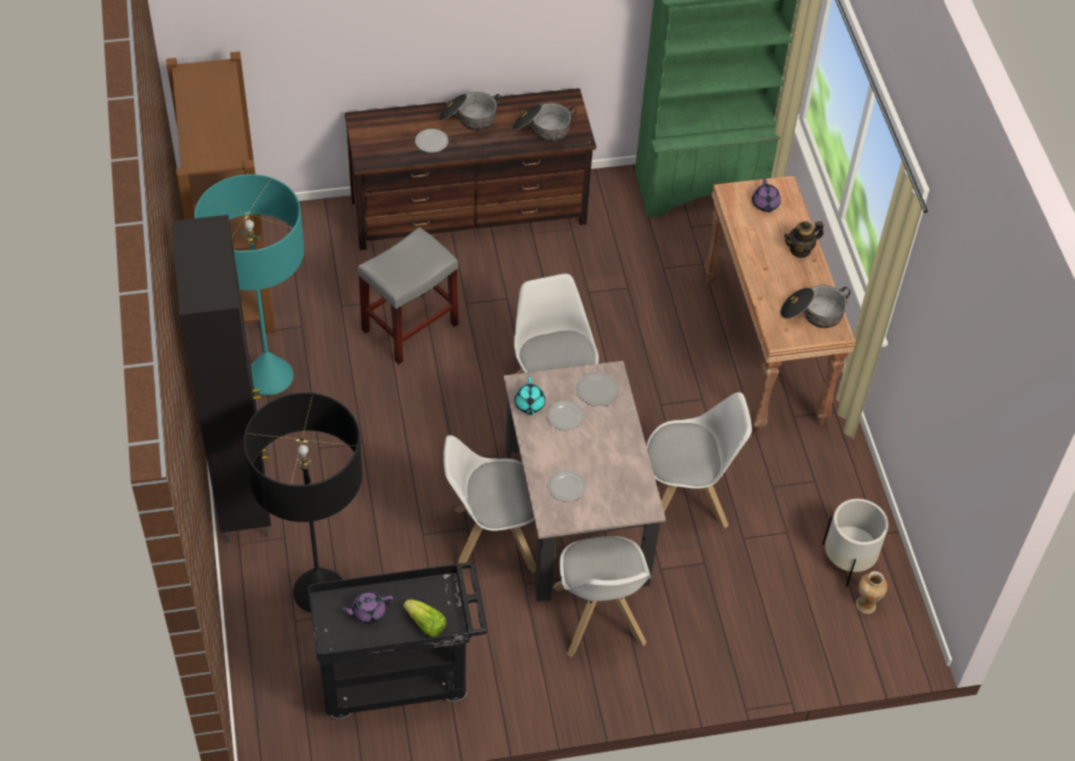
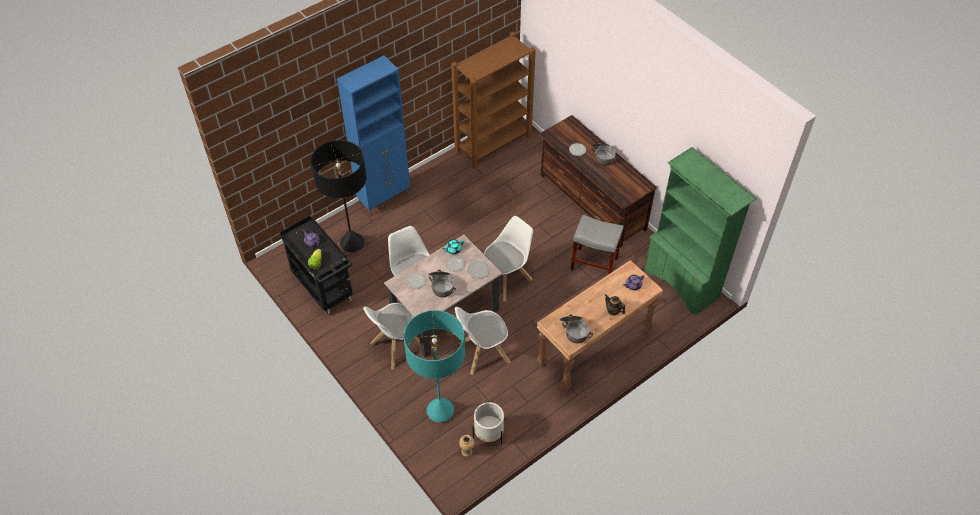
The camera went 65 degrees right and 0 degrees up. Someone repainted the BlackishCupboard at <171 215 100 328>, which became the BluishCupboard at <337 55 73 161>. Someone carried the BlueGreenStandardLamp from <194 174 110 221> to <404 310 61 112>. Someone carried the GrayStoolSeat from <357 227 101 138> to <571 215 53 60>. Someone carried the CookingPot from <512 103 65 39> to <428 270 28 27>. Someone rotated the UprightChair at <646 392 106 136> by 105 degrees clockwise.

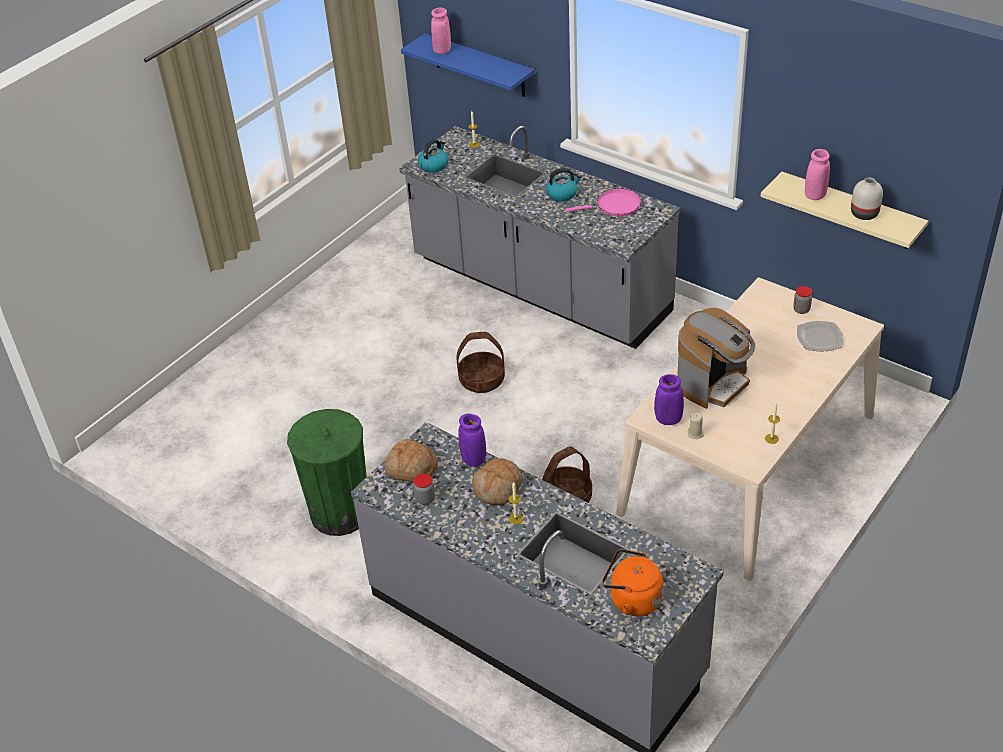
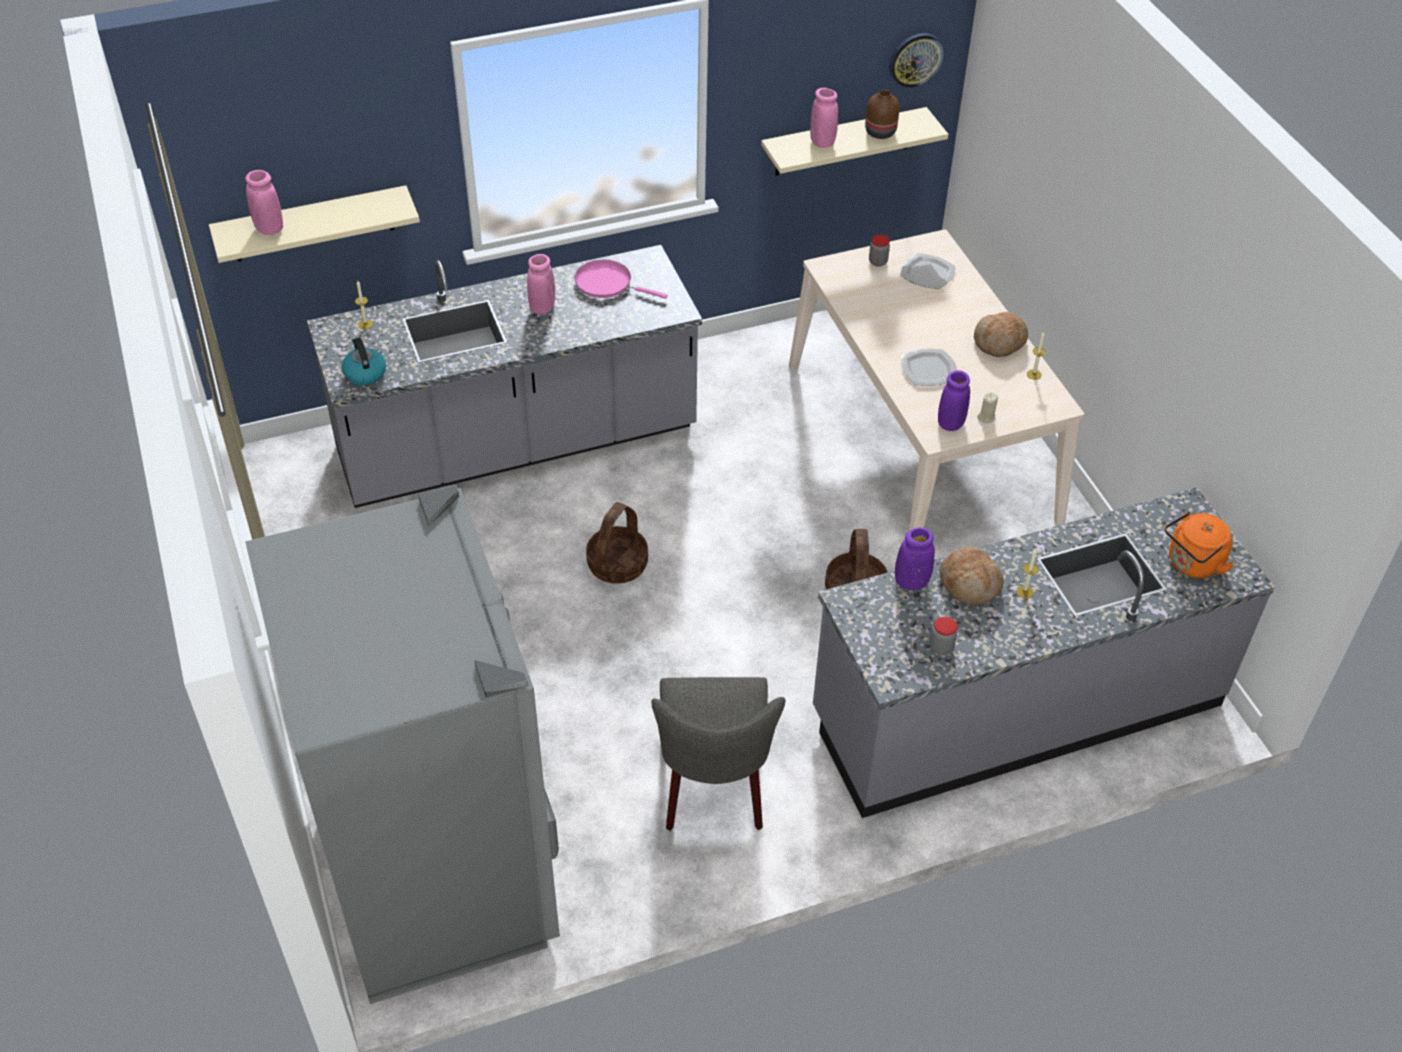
The camera went 60 degrees left and 5 degrees up. Someone swapped the GreenColouredRubbishBin at <287 409 80 127> for the GrayUprightChair at <652 677 133 154>. Someone carried the Bread from <384 439 54 43> to <974 312 54 45>. Someone repainted the BluishWallShelf at <401 33 134 64>, which became the SandColouredWallShelf at <209 185 211 78>. Someone swapped the Kettle at <546 168 36 34> for the PinkFlowerVase at <527 254 28 60>. Someone rotated the PinkFryingPan at <565 189 76 27> by 90 degrees counterclockwise. Someone swapped the CoffeeMachine at <677 308 78 101> for the DinnerPlate at <901 349 56 37>. Someone repainted the WhitishFlowerVase at <851 177 32 43>, which became the BrownishFlowerVase at <865 90 35 49>. Someone put down the GrayRefrigerator at <245 485 315 519>. Someone put up the WallClock at <889 33 55 55>.

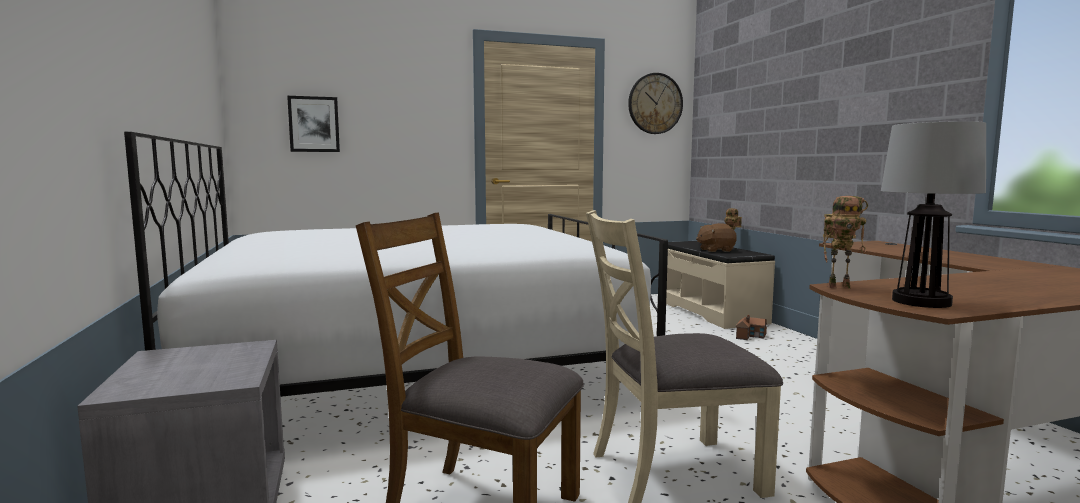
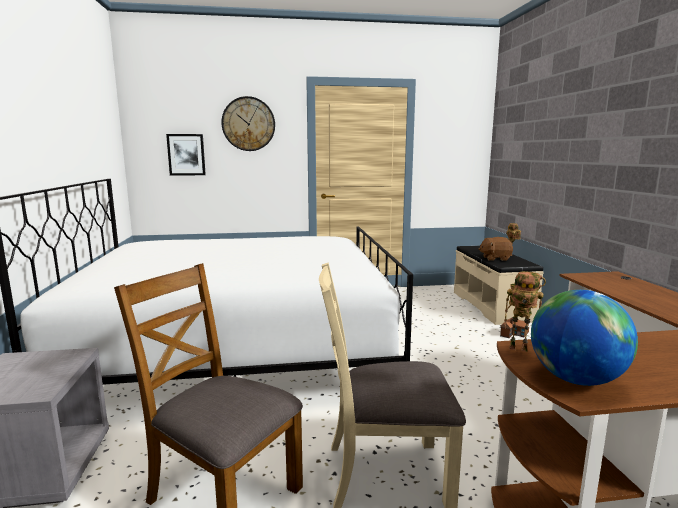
The camera went 10 degrees right and 5 degrees up. Someone carried the WallClock from <628 73 55 61> to <221 96 54 55>. Someone swapped the LampForATable at <881 121 105 187> for the DeskGlobe at <531 290 107 96>.

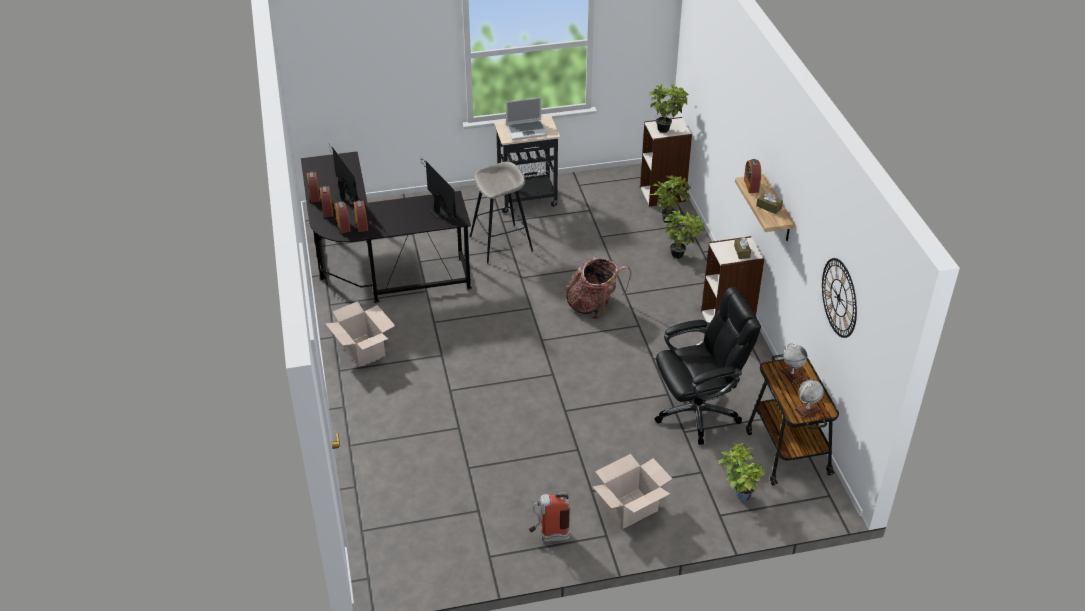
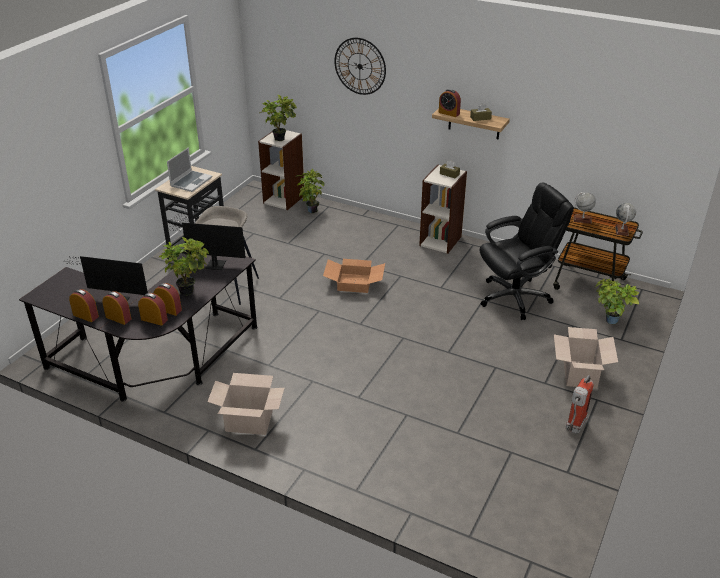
The camera went 50 degrees left and 5 degrees down. Someone swapped the Rucksack at <566 257 66 62> for the PackingBox at <323 259 62 34>. Someone rotated the BlackishDeskChair at <655 287 106 158> by 45 degrees clockwise. Someone carried the PottedPlant from <664 211 40 48> to <159 237 50 58>. Someone carried the WallClock from <822 258 35 80> to <334 38 52 57>.

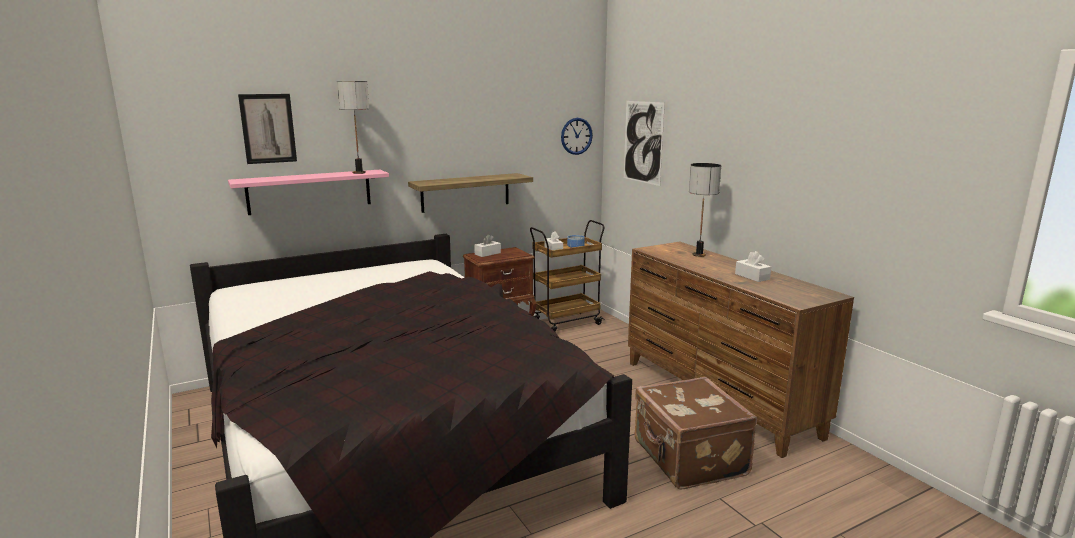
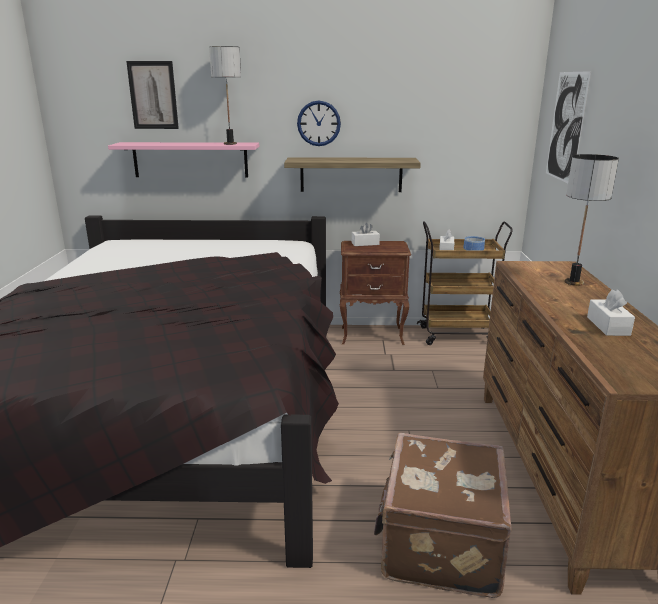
The camera went 30 degrees right and 5 degrees up. Someone carried the WallClock from <561 118 32 37> to <297 101 44 45>.

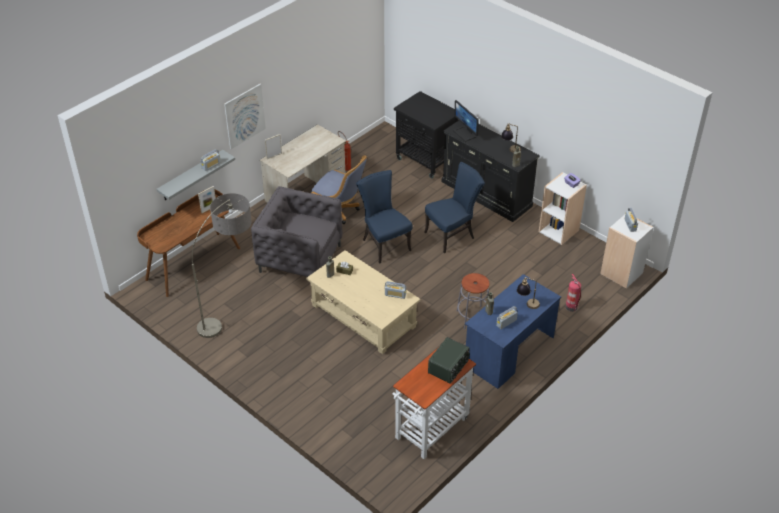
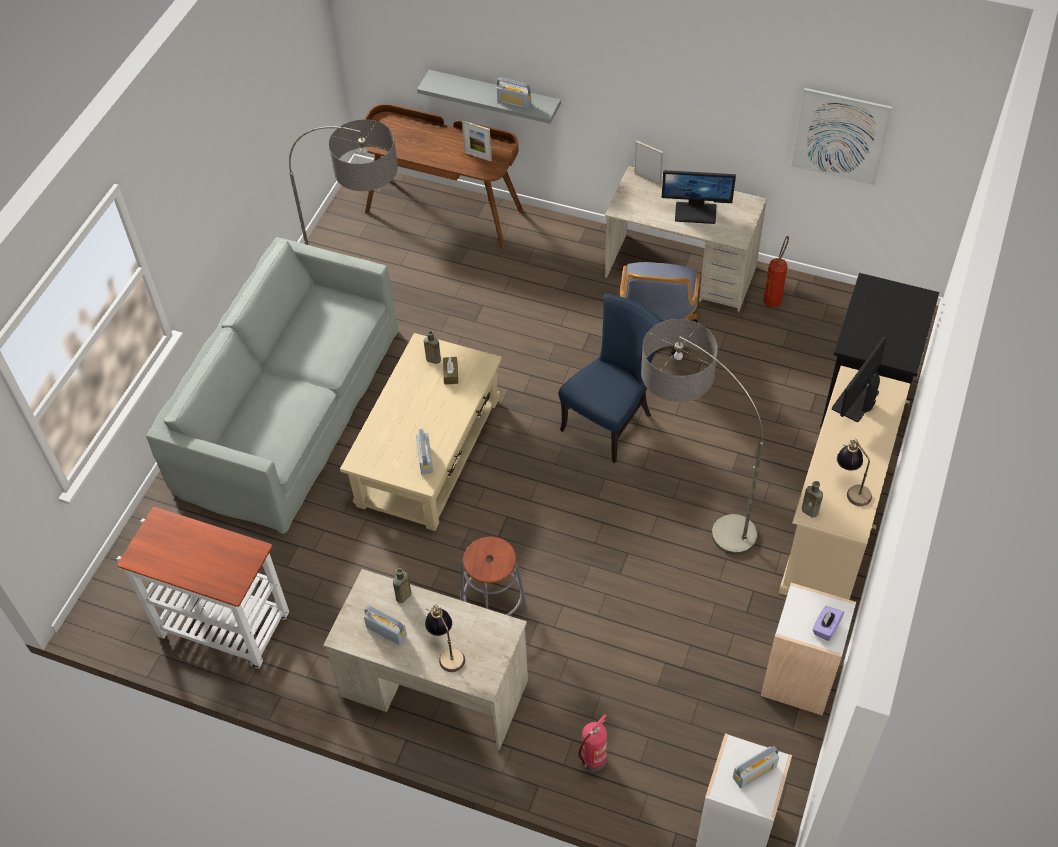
The camera went 70 degrees right and 10 degrees up. Someone carried the WallArt from <224 84 42 65> to <791 88 102 97>. Someone took away the GrayEasyChair at <251 186 91 91>. Someone swapped the BluishUprightChair at <424 162 61 91> for the StandardLamp at <641 319 122 236>. Someone took away the RadioReceiver at <428 337 42 47>. Someone repainted the BlackishCupboard at <442 120 98 102>, which became the SandColouredCupboard at <779 366 131 234>. Someone repainted the BluishDeskTable at <465 274 96 115>, which became the SandColouredDeskTable at <323 569 205 182>. Someone put down the GraySofa at <146 237 253 297>. Someone put down the ComputerScreen at <662 170 74 54>.

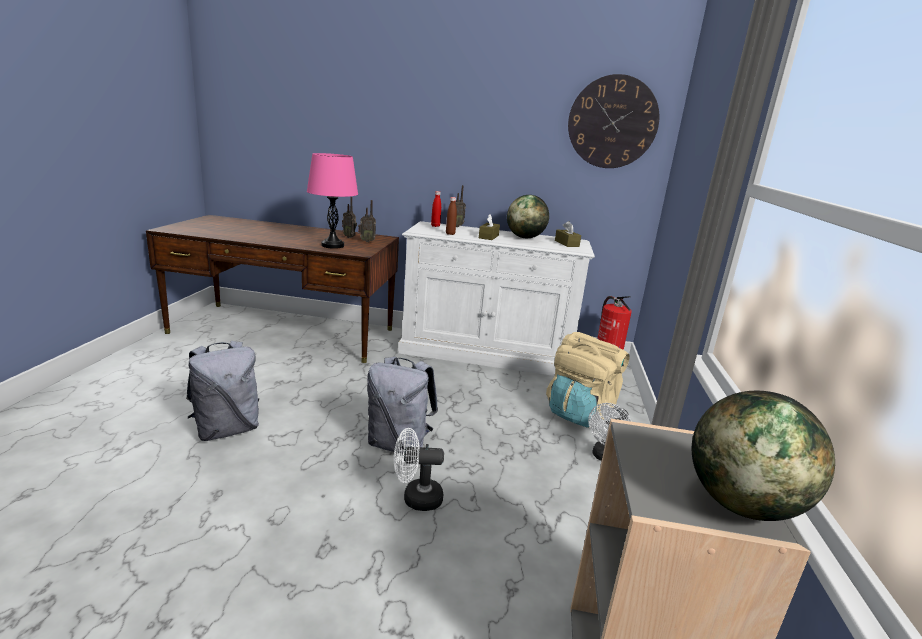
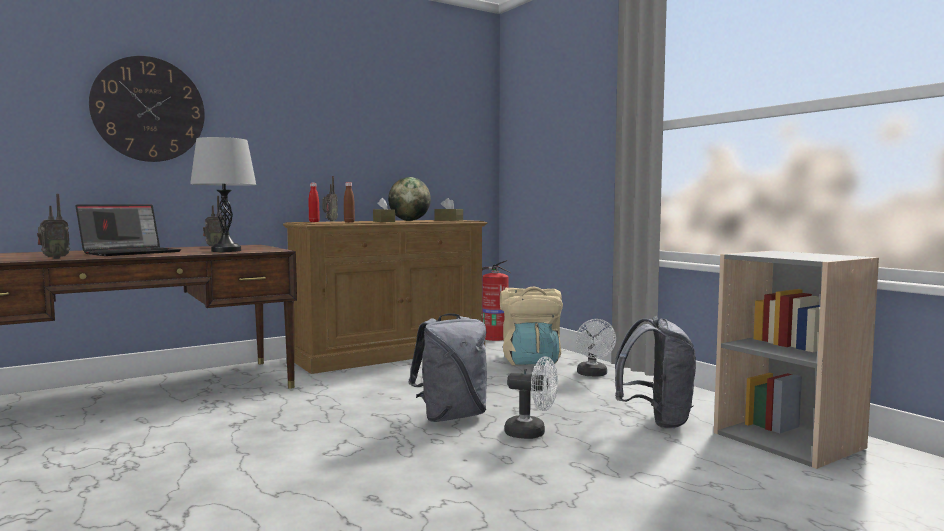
The camera went 40 degrees left and 15 degrees down. Someone carried the GrayRucksack from <186 341 73 100> to <615 316 81 113>. Someone repainted the PinkLampForATable at <307 153 51 96>, which became the GrayLampForATable at <190 137 66 115>. Someone carried the RadioReceiver from <358 200 18 42> to <37 194 33 65>. Someone rotated the WhitishElectricFan at <394 428 50 83> by 120 degrees counterclockwise. Someone repainted the WhitishCupboard at <398 221 197 155>, which became the BrownishCupboard at <283 220 204 154>. Someone carried the WallClock from <568 74 91 94> to <89 56 116 106>. Someone took away the DeskGlobe at <692 391 143 130>. Someone put down the Laptop at <75 205 106 51>.

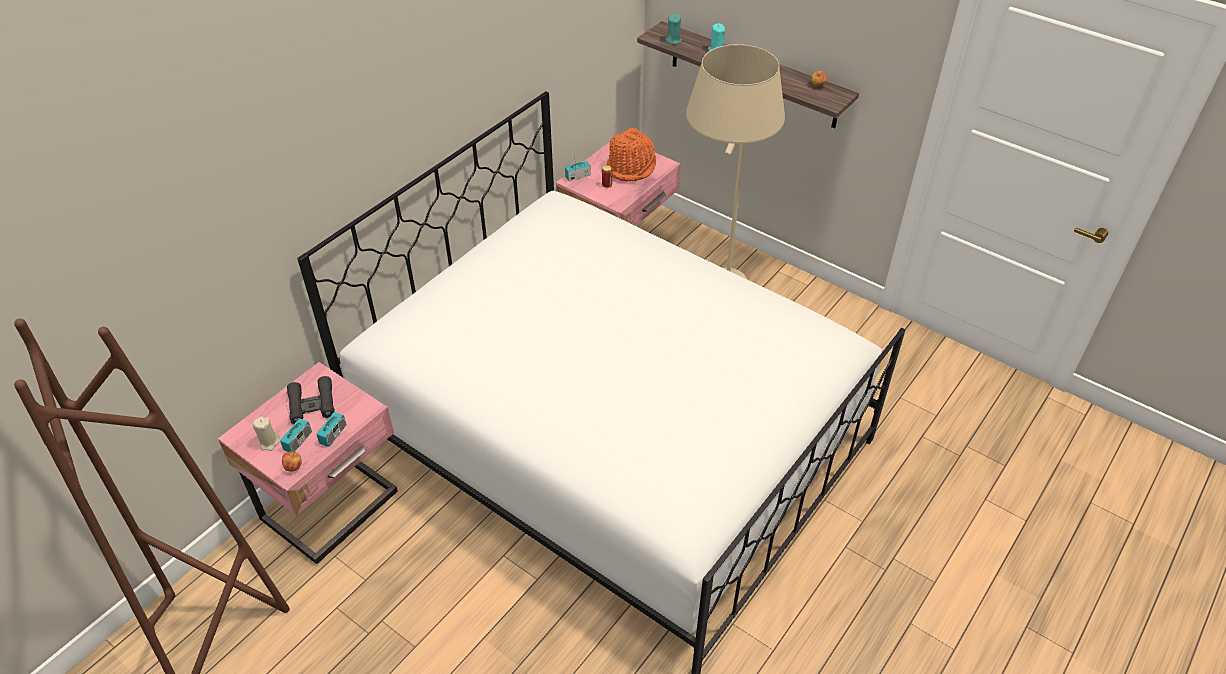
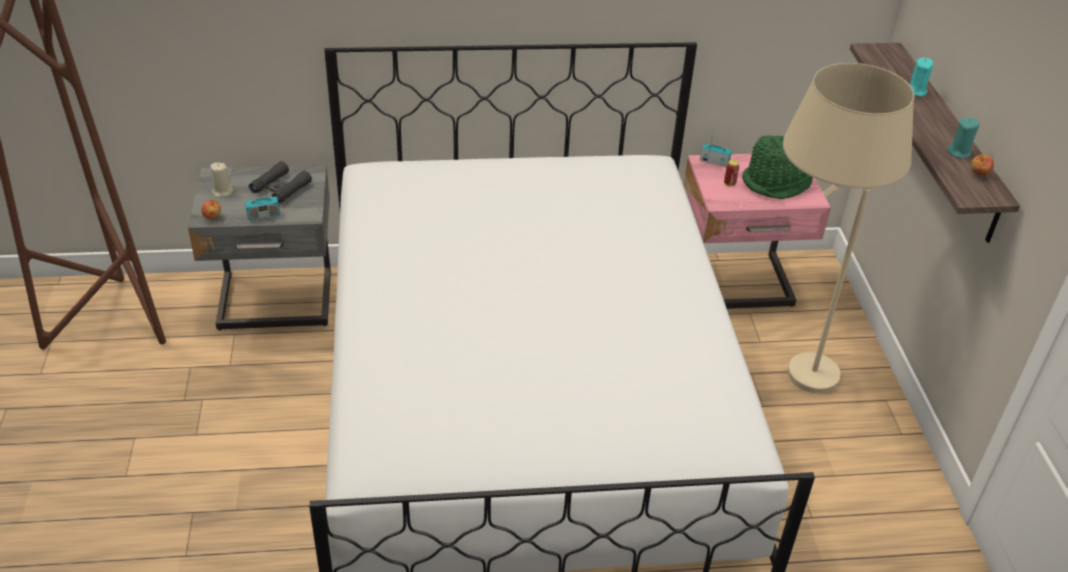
The camera went 45 degrees right and 5 degrees down. Someone repainted the PinkNightTable at <218 362 180 202>, which became the GrayNightTable at <188 165 143 165>. Someone took away the RadioReceiver at <280 405 32 47>. Someone repainted the OrangeyHat at <607 128 49 54>, which became the GreenColouredHat at <742 135 71 64>. Someone carried the BlueGreenCandle from <665 14 17 31> to <947 117 32 41>.

